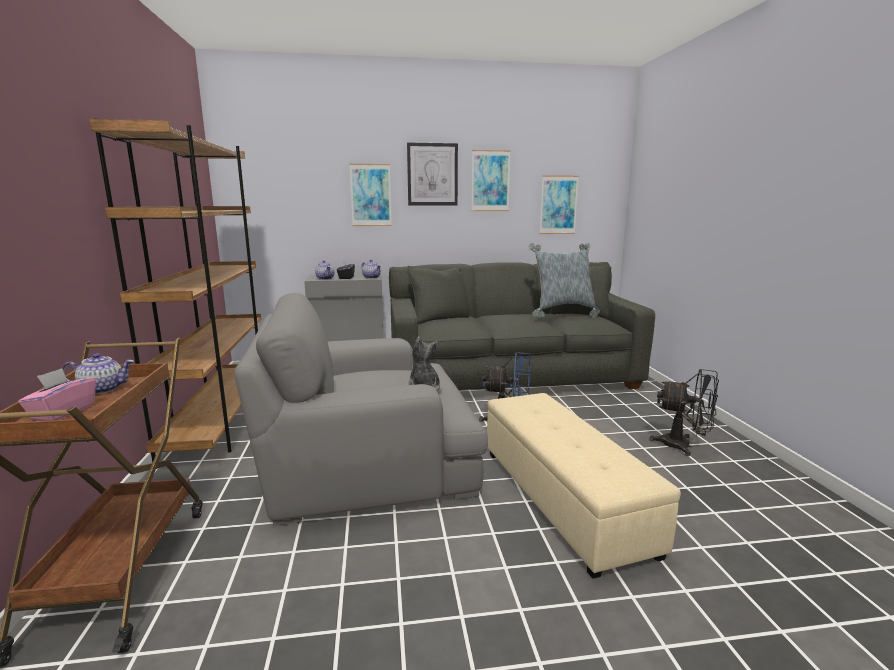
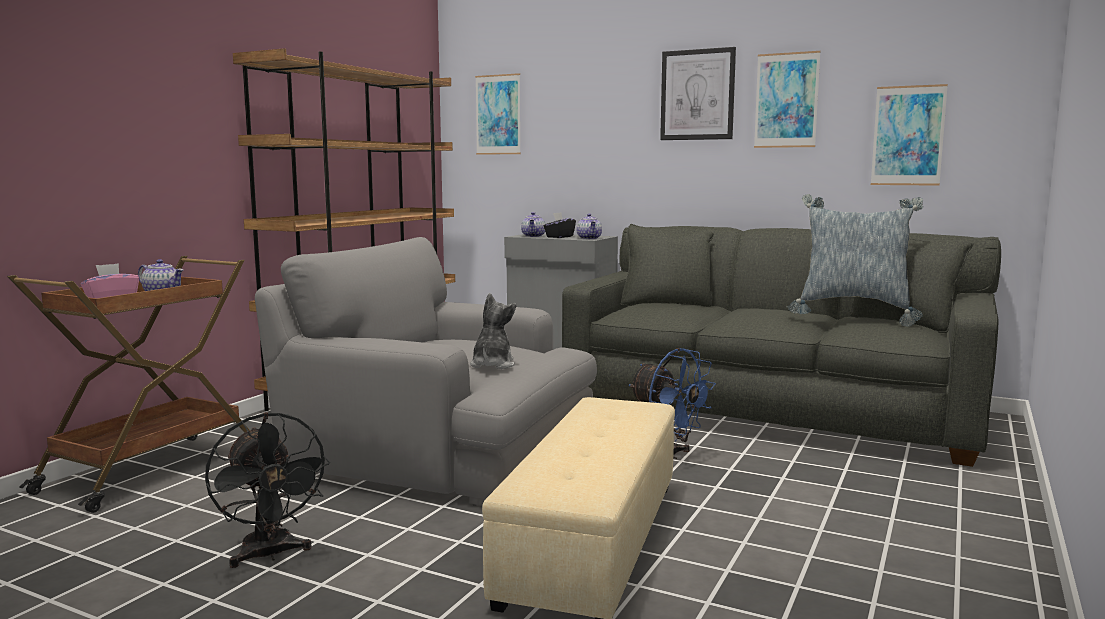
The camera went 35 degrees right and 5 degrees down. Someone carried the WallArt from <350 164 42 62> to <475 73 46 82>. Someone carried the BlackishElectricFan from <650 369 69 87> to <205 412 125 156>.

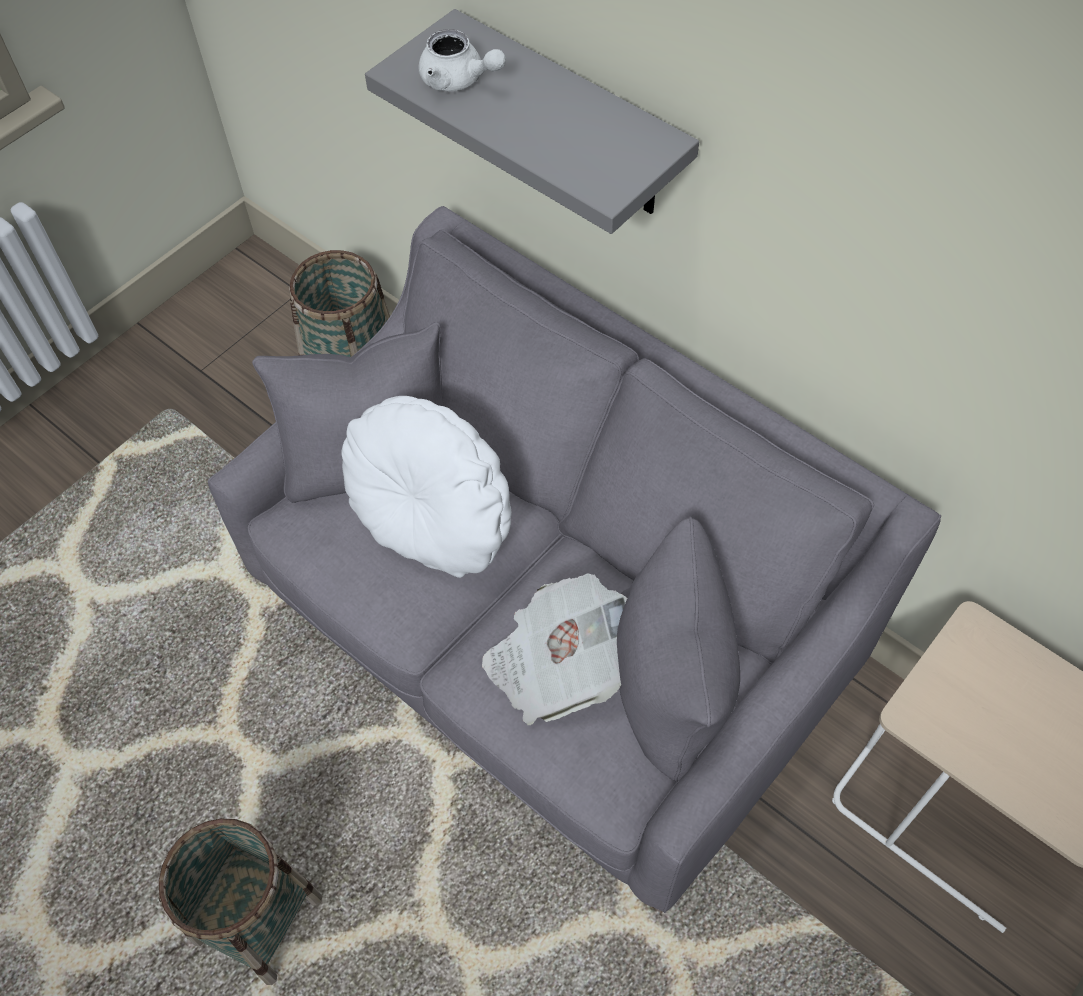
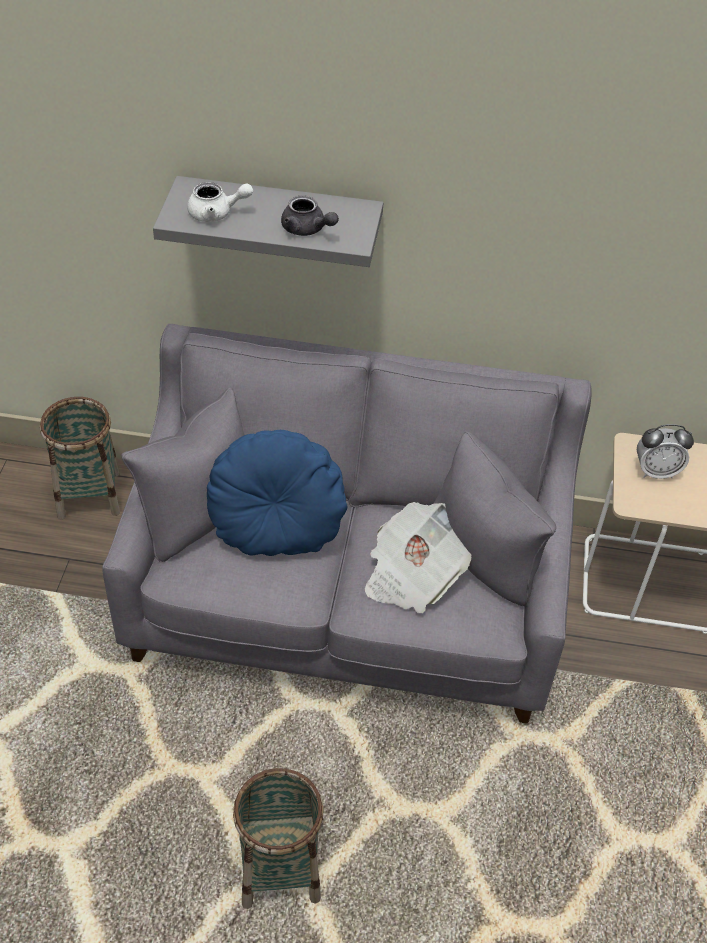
The camera went 35 degrees left and 10 degrees down. Someone repainted the WhitishPillow at <341 396 171 182>, which became the BluishPillow at <207 430 140 126>. Someone put down the GrayTeapot at <281 195 58 41>. Someone put down the AlarmClock at <637 424 57 55>.

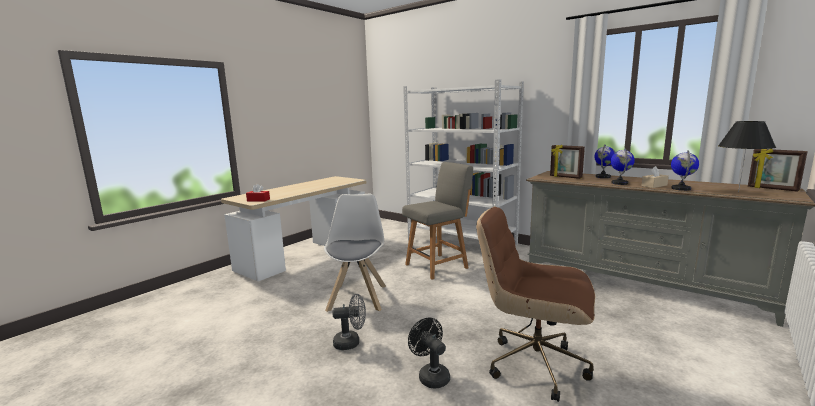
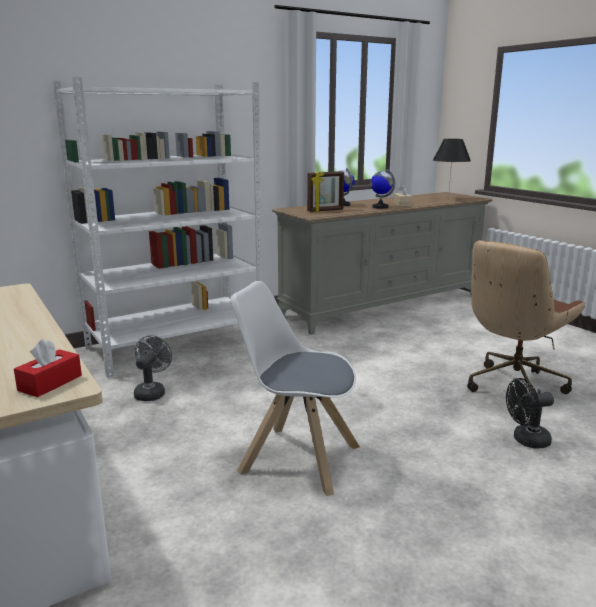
The camera went 70 degrees left and 5 degrees up. Someone carried the GrayElectricFan from <332 294 34 56> to <134 335 38 66>. Someone took away the GrayUprightChair at <402 162 71 118>. Someone took away the DeskGlobe at <671 150 28 41>. Someone took away the PhotoFrame at <748 149 60 43>.

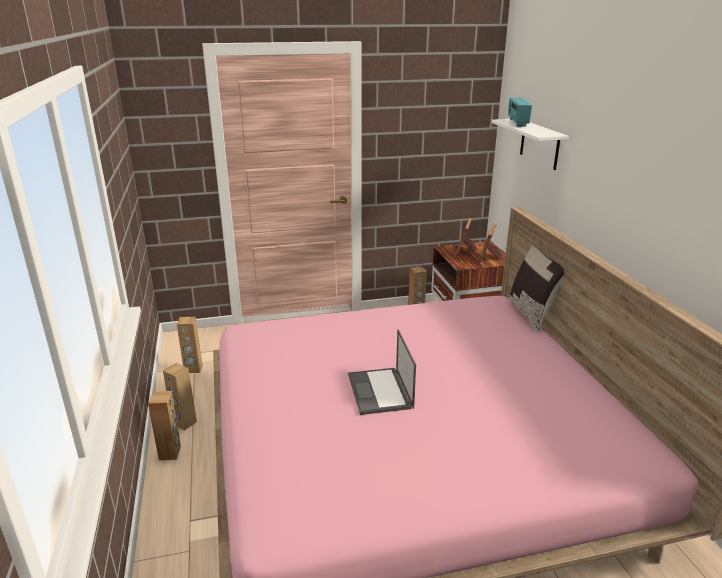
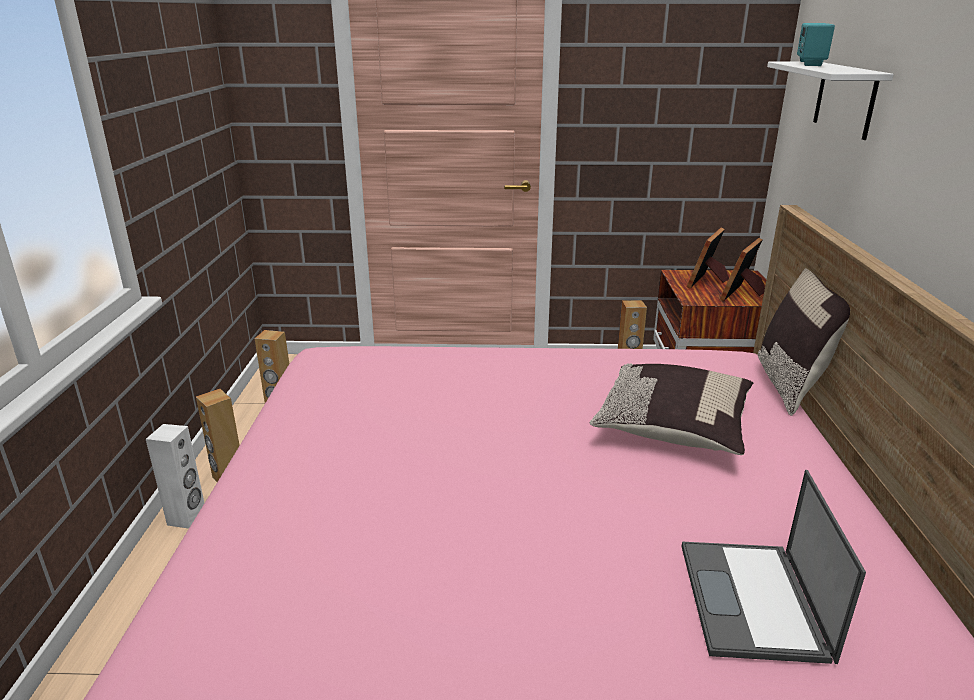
The camera went 15 degrees right and 0 degrees up. Someone repainted the BrownishLoudspeaker at <148 391 33 69>, which became the WhitishLoudspeaker at <146 424 58 105>. Someone carried the Laptop from <348 329 68 86> to <681 470 185 194>. Someone put down the Pillow at <590 363 163 92>.

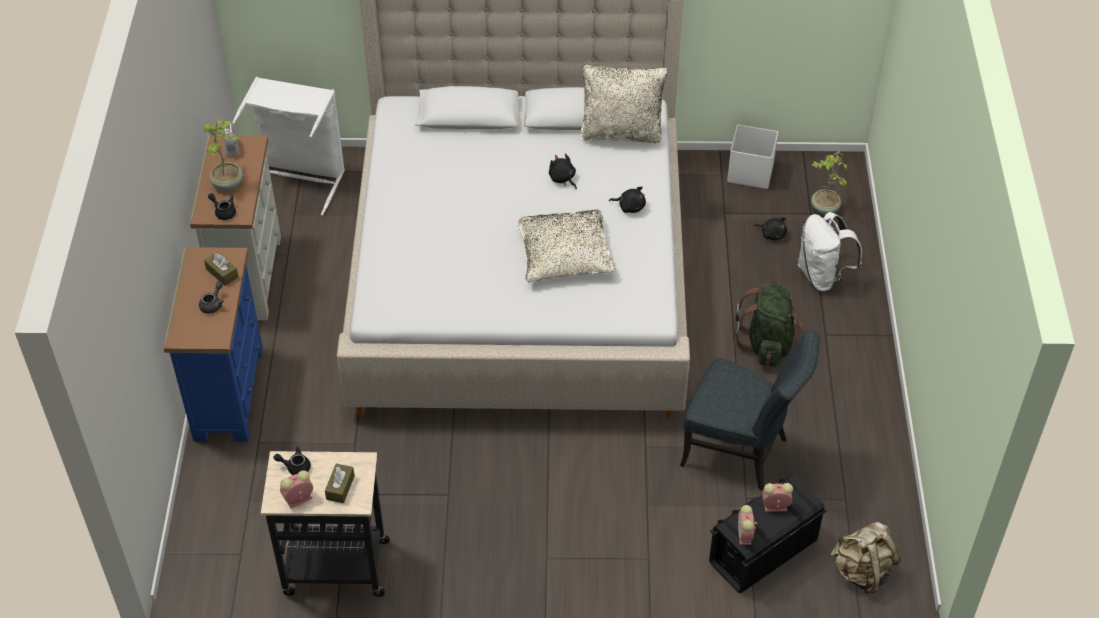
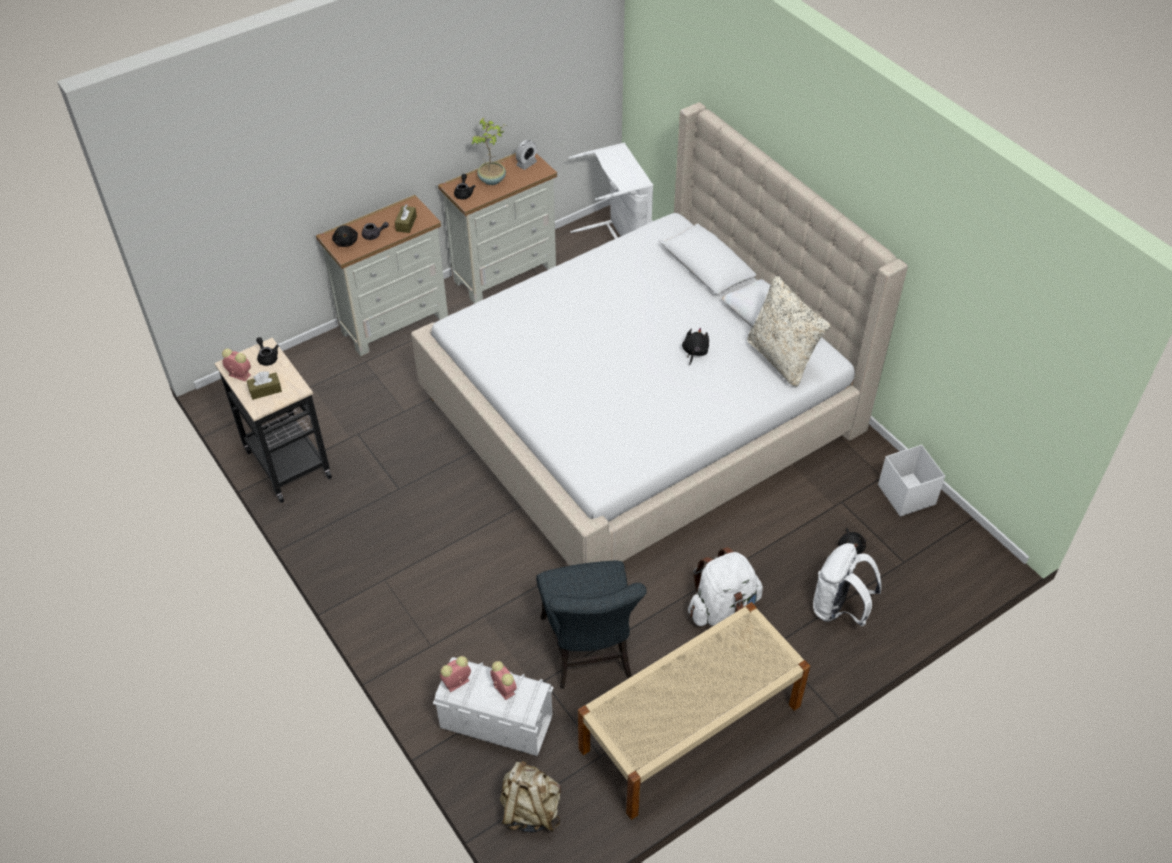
The camera went 55 degrees right and 0 degrees up. Someone repainted the BluishChestOfDrawers at <164 247 99 195>, which became the WhitishChestOfDrawers at <316 195 132 161>. Someone took away the SandColouredPillow at <518 209 98 73>. Someone carried the BlackishCuddlyToy from <609 187 37 26> to <332 225 26 22>. Someone repainted the BlackishStorageBox at <709 475 117 118>, which became the WhitishStorageBox at <433 657 121 99>. Someone repainted the GreenColouredRucksack at <734 284 68 82>, which became the WhitishRucksack at <688 547 75 79>. Someone took away the PottedPlant at <811 151 36 64>. Someone put down the SandColouredIndoorBench at <578 602 232 218>.

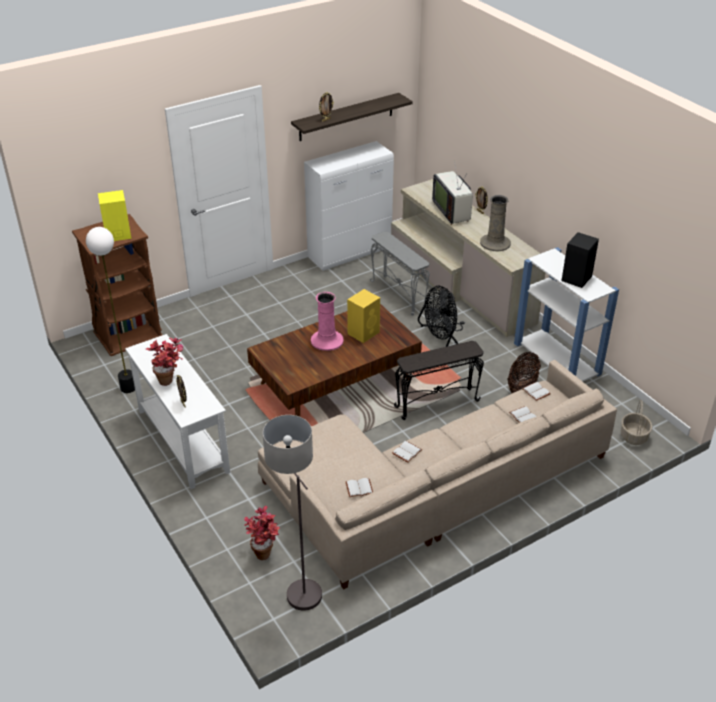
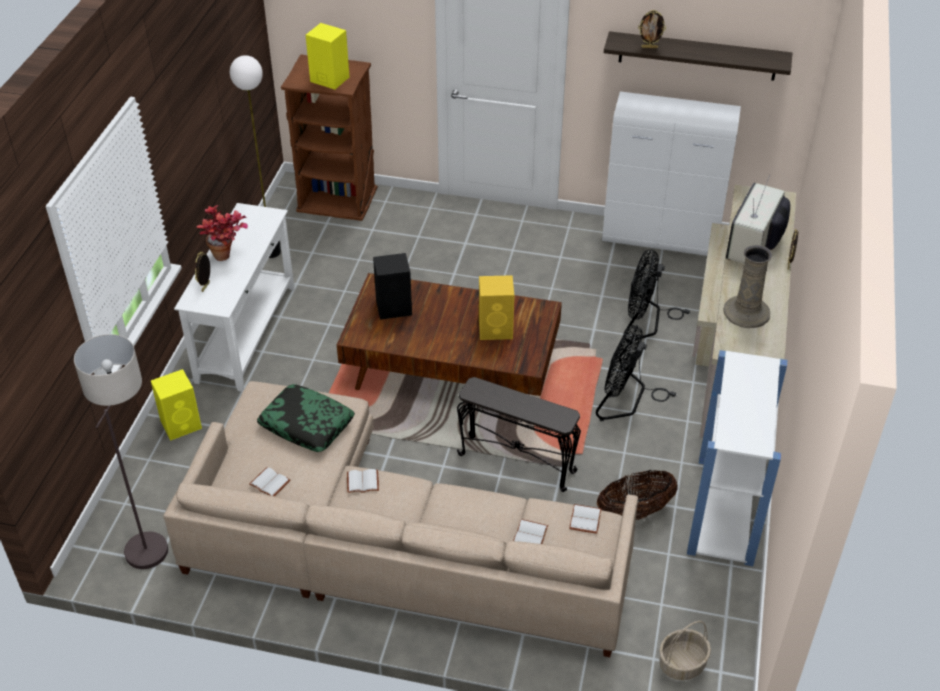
The camera went 45 degrees right and 5 degrees up. Someone took away the PottedPlant at <244 506 36 54>. Someone took away the PinkFlowerVase at <311 292 33 59>. Someone swapped the GrayEndTable at <370 231 60 85> for the BlackishElectricFan at <623 249 67 95>. Someone carried the BlackishLoudspeaker from <562 232 37 56> to <373 253 39 67>. Someone put down the YellowishLoudspeaker at <151 369 51 72>. Someone put down the Pillow at <257 384 98 68>.

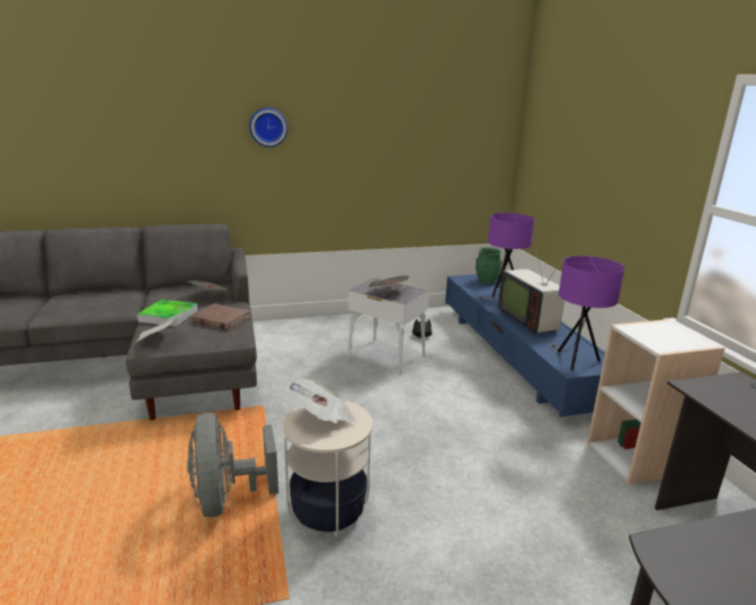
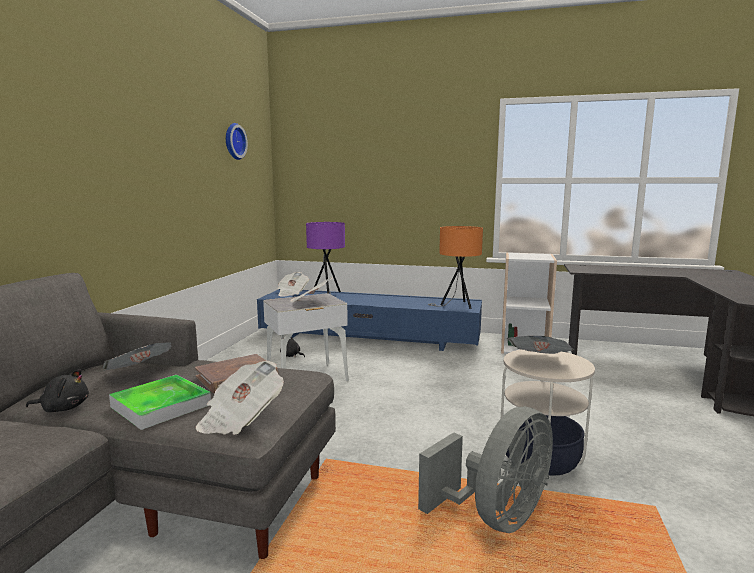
The camera went 60 degrees left and 10 degrees down. Someone rotated the GrayElectricFan at <187 413 92 104> by 60 degrees counterclockwise. Someone carried the WallClock from <249 108 39 39> to <226 123 22 37>. Someone swapped the GreenColouredFlowerVase at <475 247 27 37> for the Newspaper at <277 272 32 25>. Someone took away the Television at <498 247 67 88>. Someone repainted the PurplishLampForATable at <549 256 76 114>, which became the OrangeyLampForATable at <428 226 55 83>. Someone put down the BlackishCuddlyToy at <26 369 63 43>.

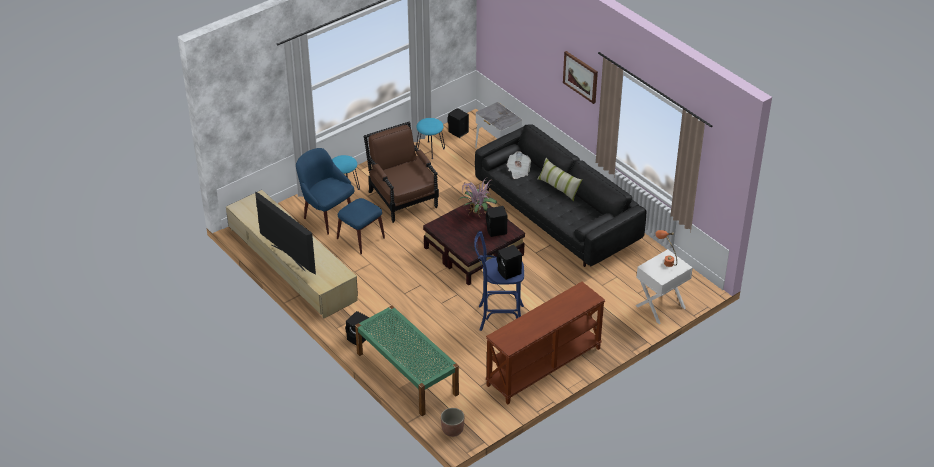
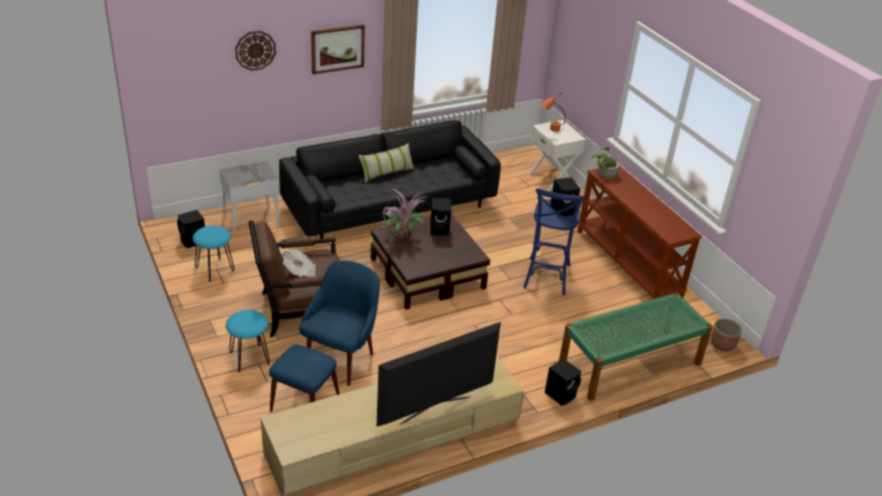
The camera went 80 degrees left and 5 degrees down. Someone rotated the BluishEasyChair at <296 148 89 106> by 150 degrees clockwise. Someone carried the Newspaper from <507 151 24 28> to <282 249 34 28>. Someone put up the WallClock at <235 31 41 40>. Someone put down the PottedPlant at <591 147 29 33>.

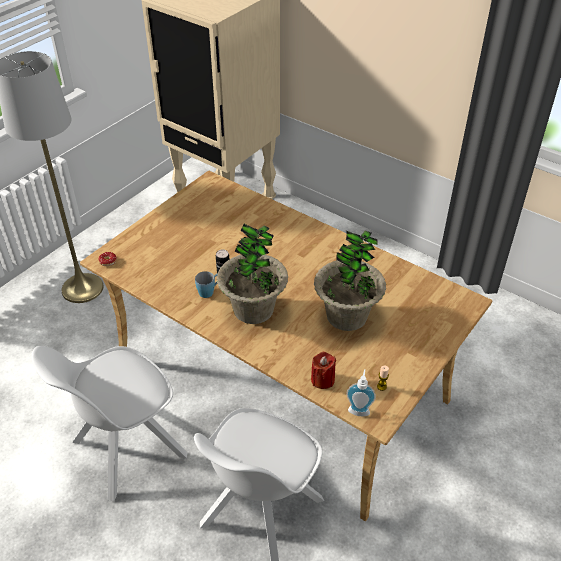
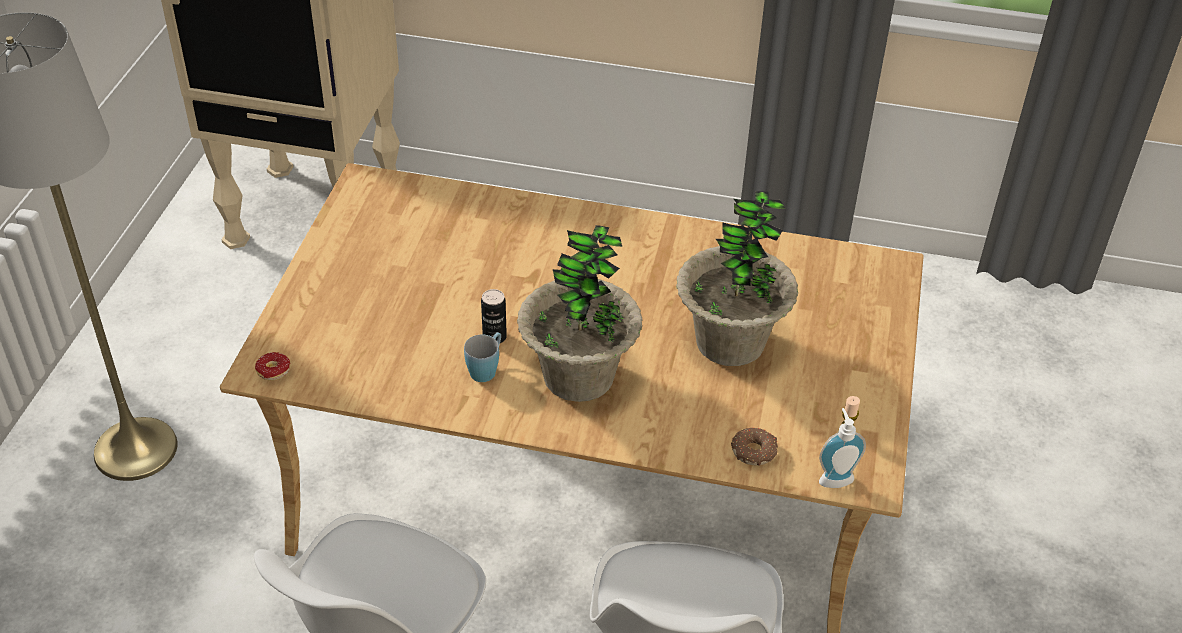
The camera went 25 degrees left and 0 degrees up. Someone swapped the RedColouredCandle at <311 352 25 37> for the RingDoughnut at <731 427 47 38>.

